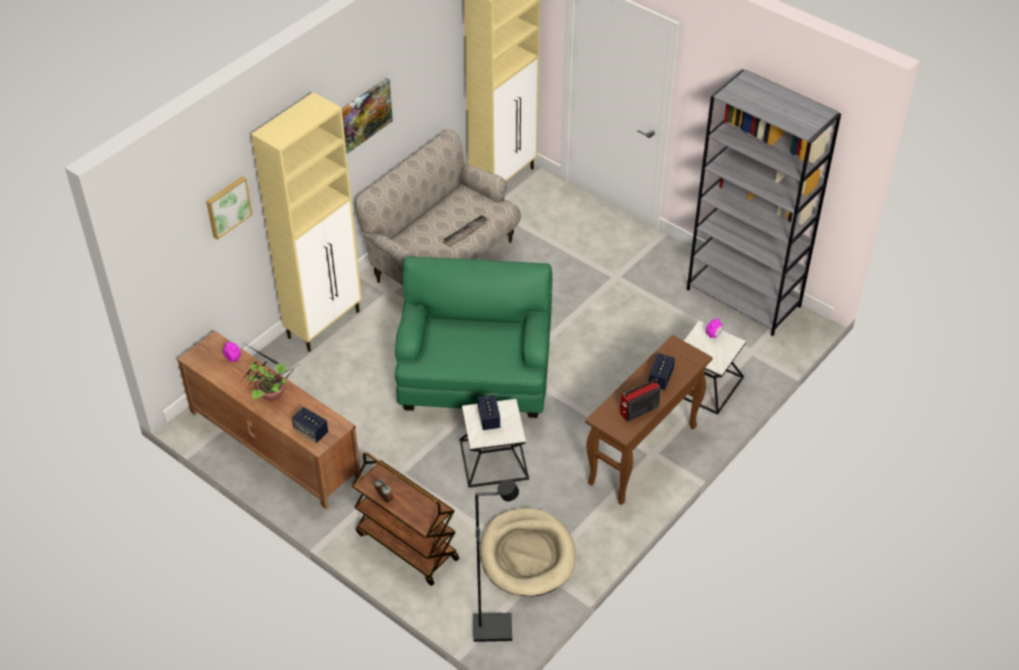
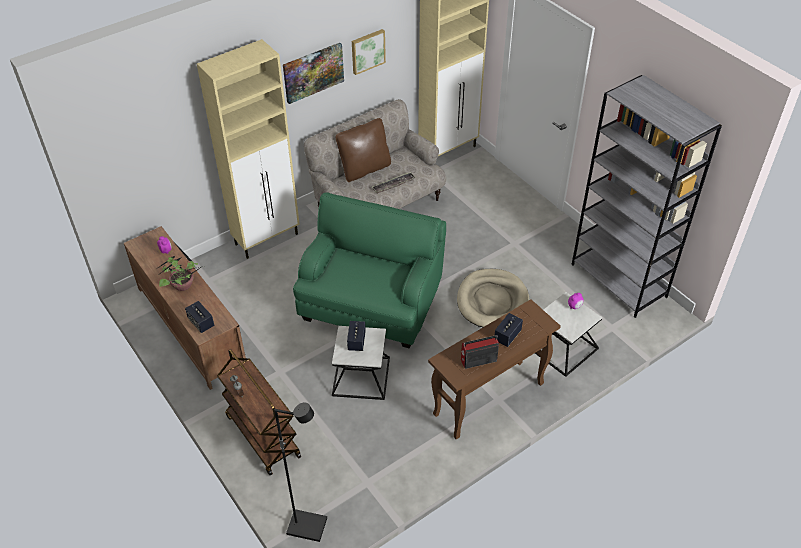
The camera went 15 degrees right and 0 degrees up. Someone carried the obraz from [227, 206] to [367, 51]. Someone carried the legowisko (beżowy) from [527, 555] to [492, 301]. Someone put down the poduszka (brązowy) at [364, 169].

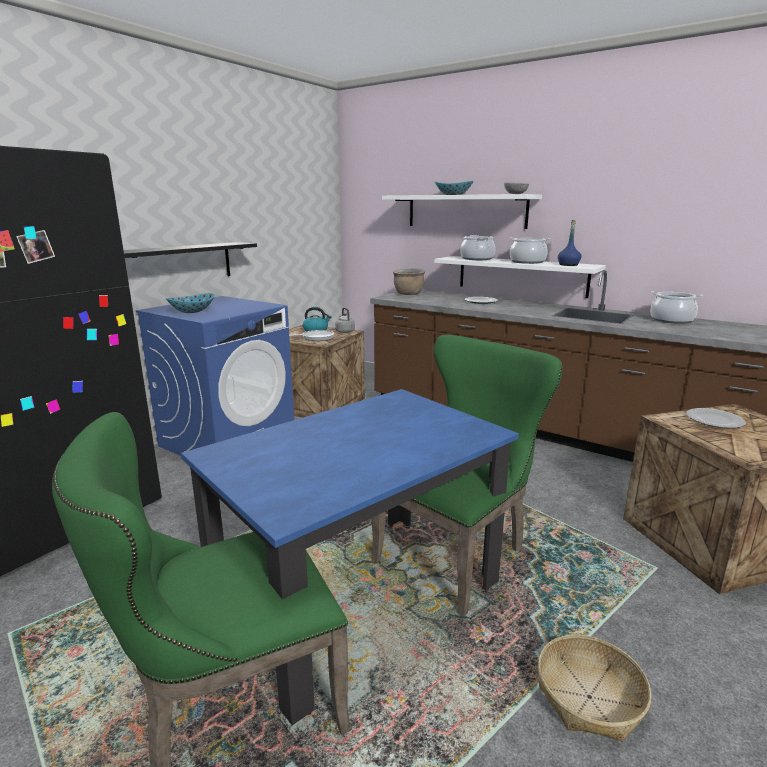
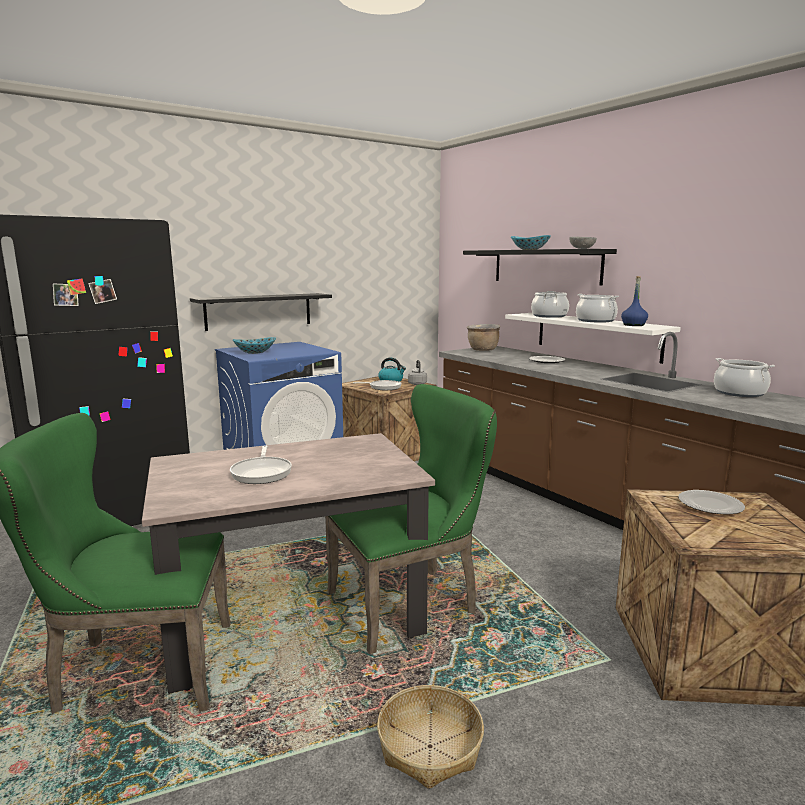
The camera went 20 degrees right and 5 degrees down. Someone repainted the stół jadalny (niebieski) at [359, 598], which became the stół jadalny (beżowy) at [293, 618]. Someone repainted the półka (biały) at [465, 211], which became the półka (czarny) at [545, 266]. Someone put down the patelnia at [262, 473].

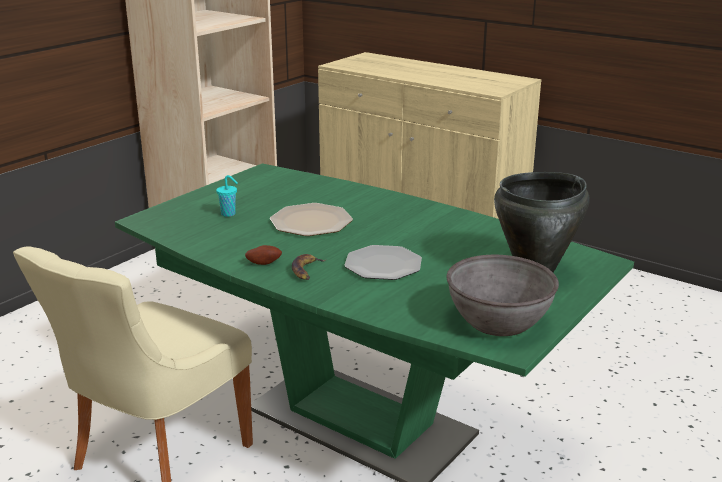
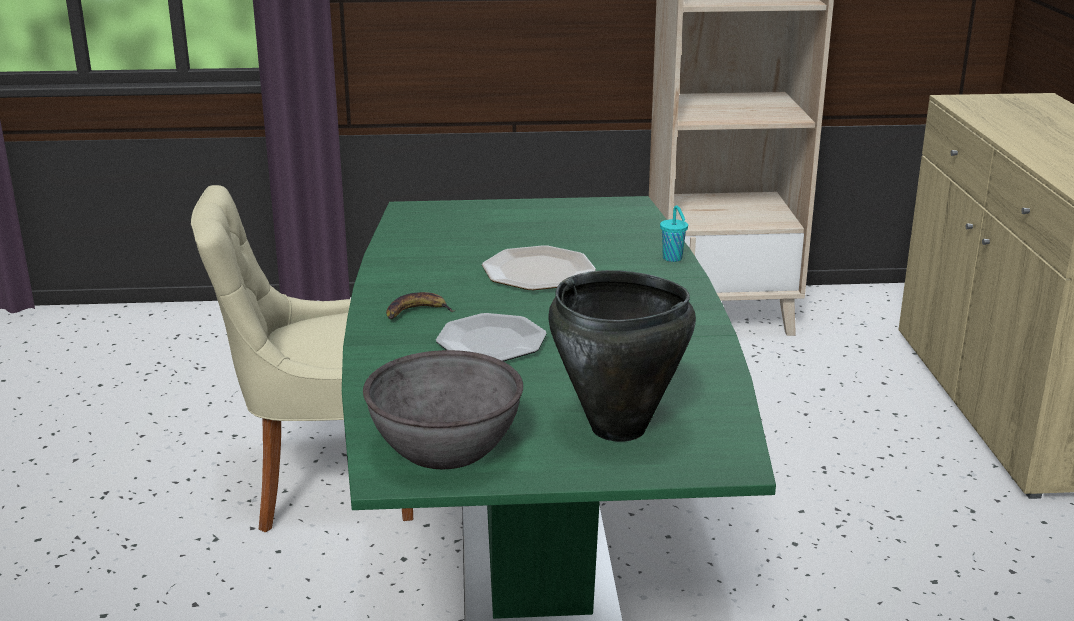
The camera went 50 degrees right and 0 degrees up. Someone carried the filiżanka (turkusowy) from [229, 214] to [673, 259]. Someone took away the ziemniak at [264, 263].

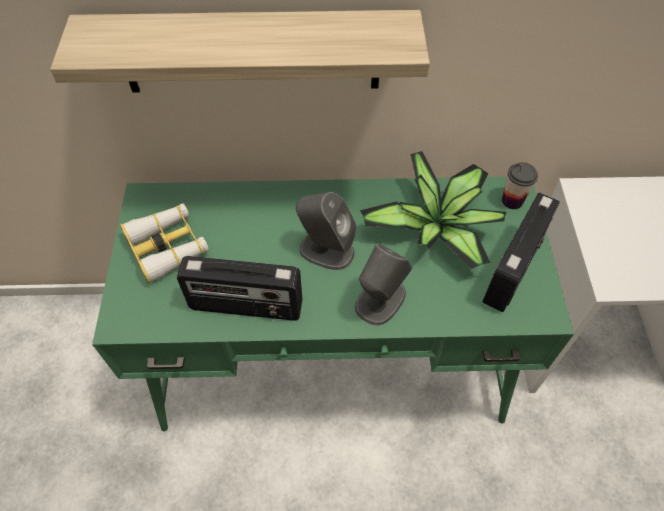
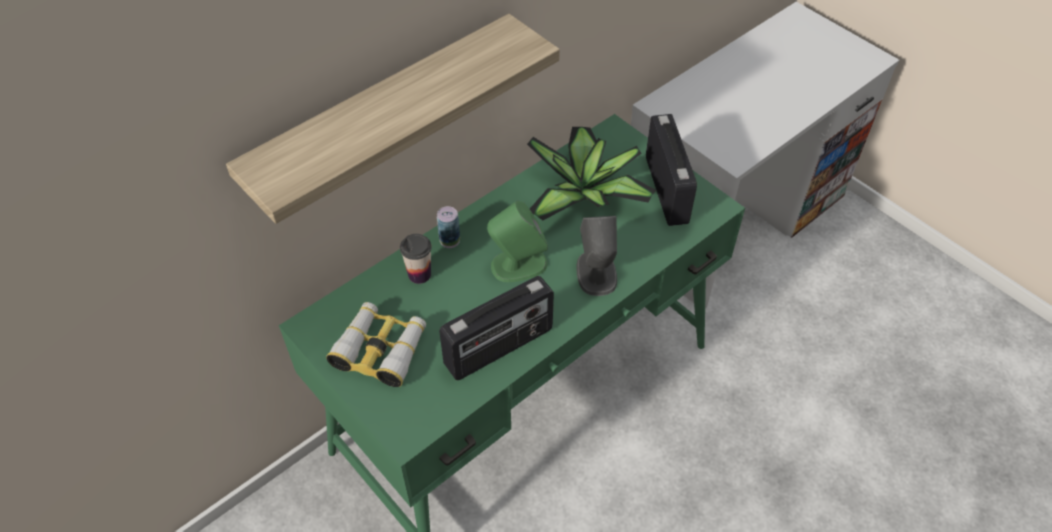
The camera went 40 degrees left and 5 degrees down. Someone repainted the głośnik (szary) at [326, 250], which became the głośnik (zielony) at [518, 265]. Someone carried the filiżanka from [512, 201] to [419, 274]. Someone put down the puszka at [449, 240].

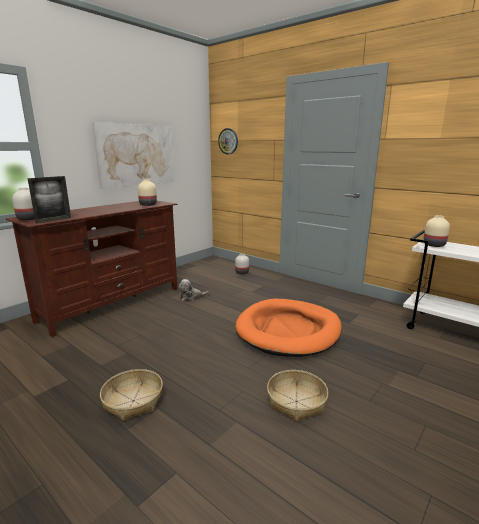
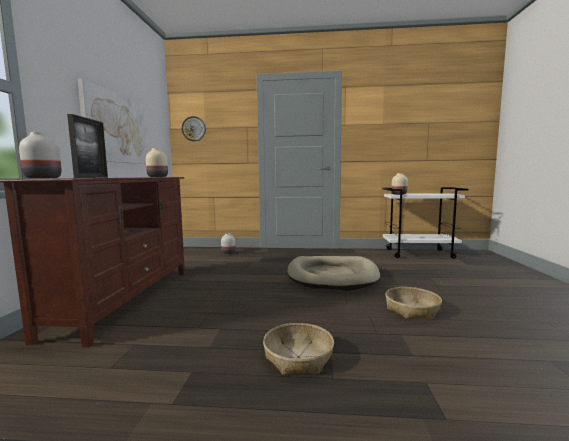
The camera went 35 degrees left and 10 degrees down. Someone took away the pluszak at [191, 297]. Someone repainted the legowisko (pomarańczowy) at [288, 330], which became the legowisko (beżowy) at [332, 276].

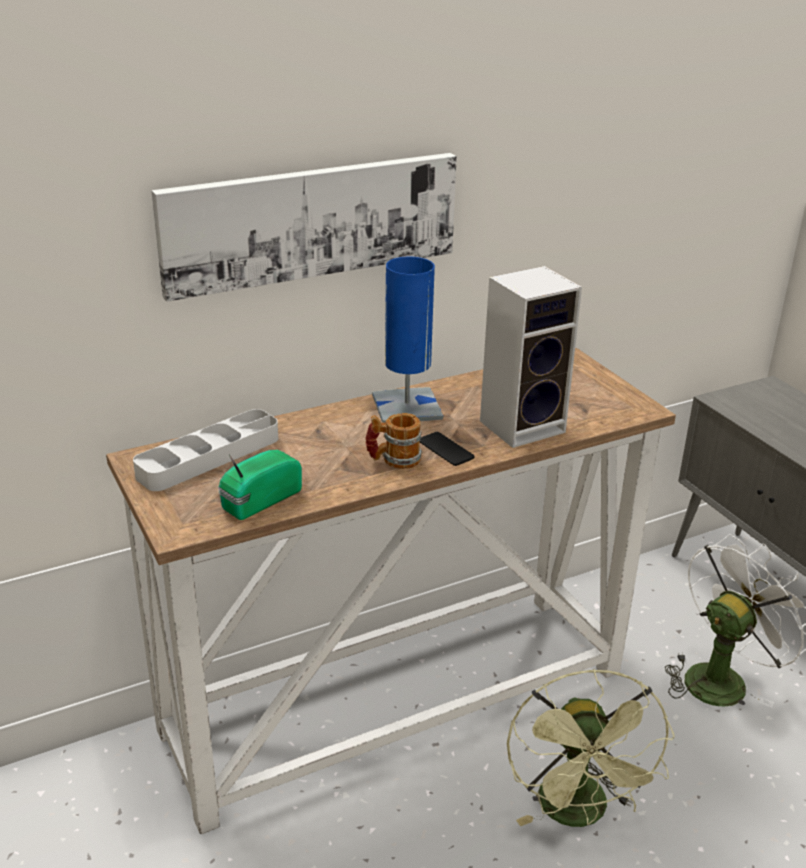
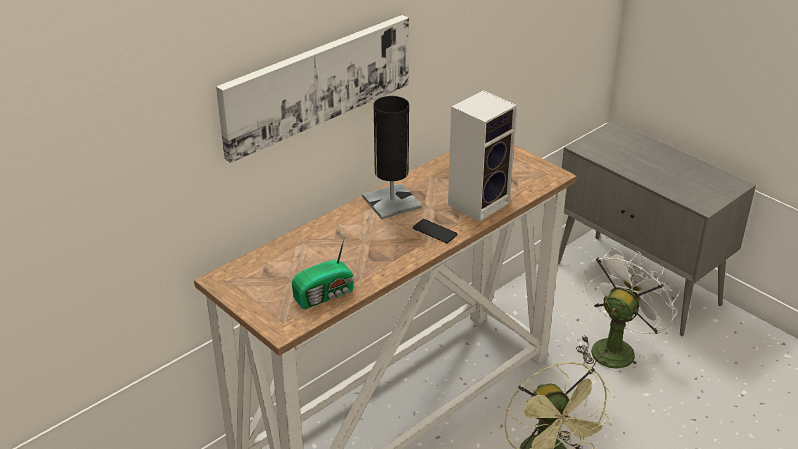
The camera went 15 degrees left and 5 degrees up. Someone took away the taca (szary) at [209, 457]. Someone rotated the radio at [258, 500] by 150 degrees counterclockwise. Someone took away the kubek at [393, 460]. Someone repainted the lampa stołowa (niebieski) at [406, 407], which became the lampa stołowa (czarny) at [391, 202].

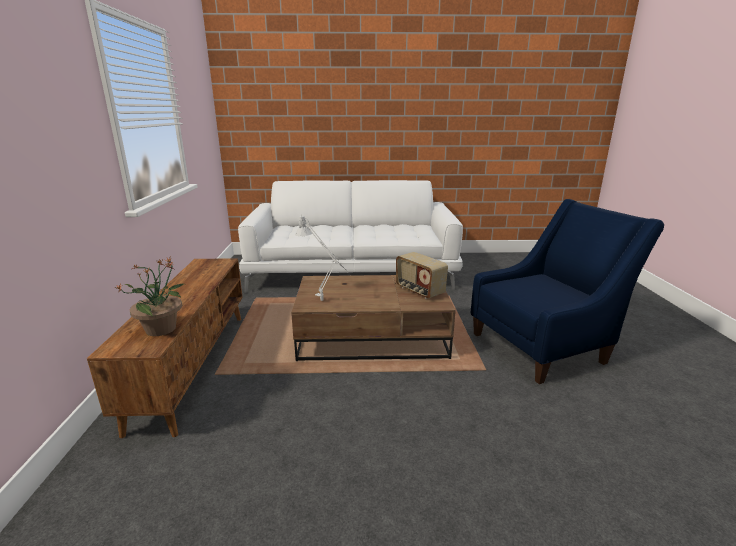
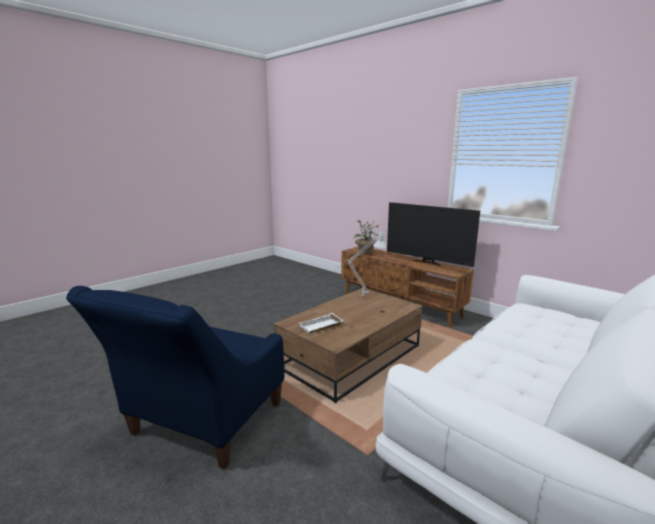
The camera went 135 degrees right and 5 degrees down. Someone swapped the radio at [419, 291] for the taca (biały) at [321, 327]. Someone put down the telewizor at [427, 262].

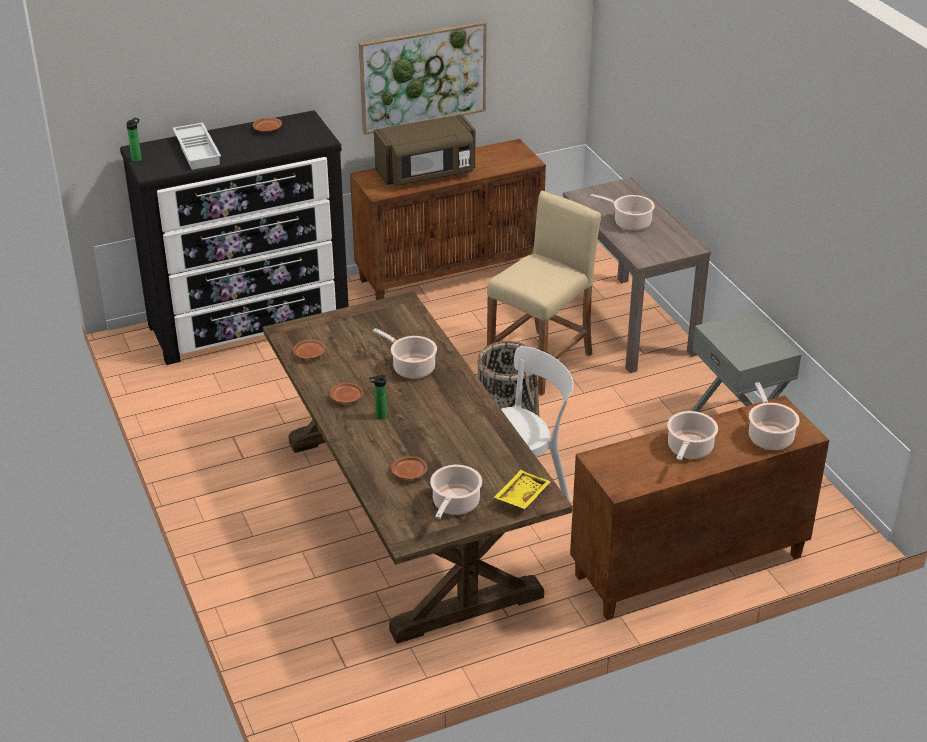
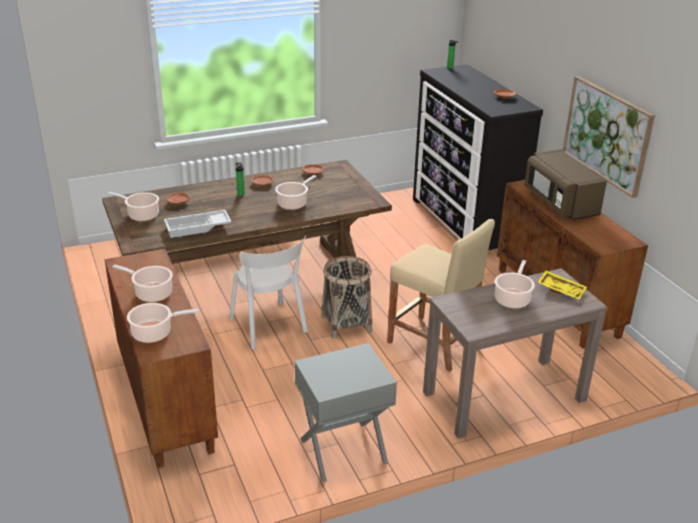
The camera went 90 degrees right and 5 degrees down. Someone carried the taca (biały) from [198, 151] to [197, 228]. Someone carried the taca (żółty) from [521, 495] to [561, 290].

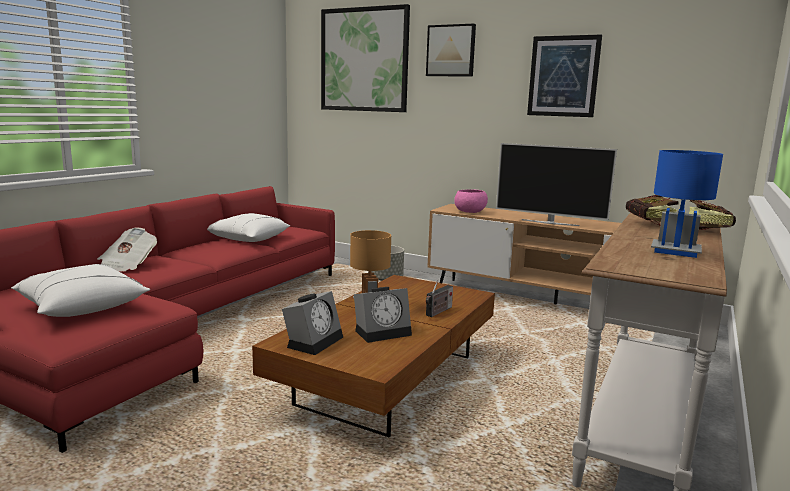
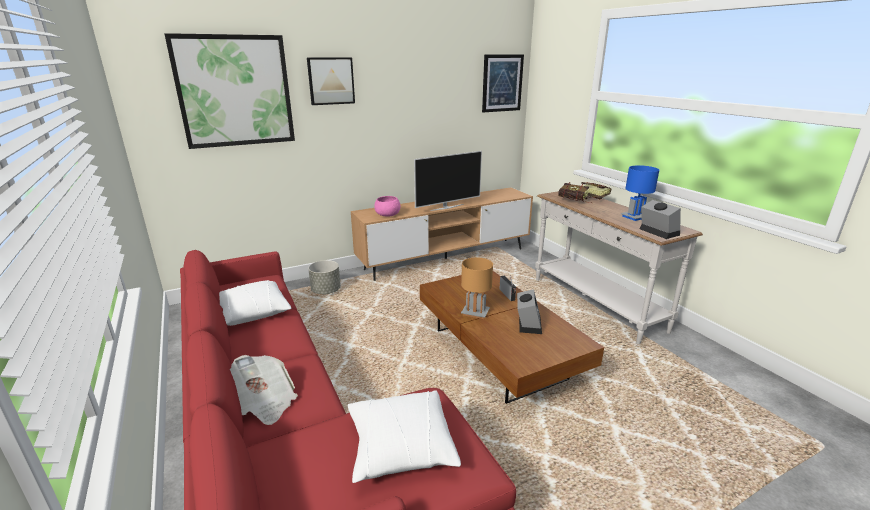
The camera went 55 degrees left and 10 degrees up. Someone carried the budzik from [314, 341] to [657, 232]. Someone carried the obraz from [563, 76] to [502, 83].

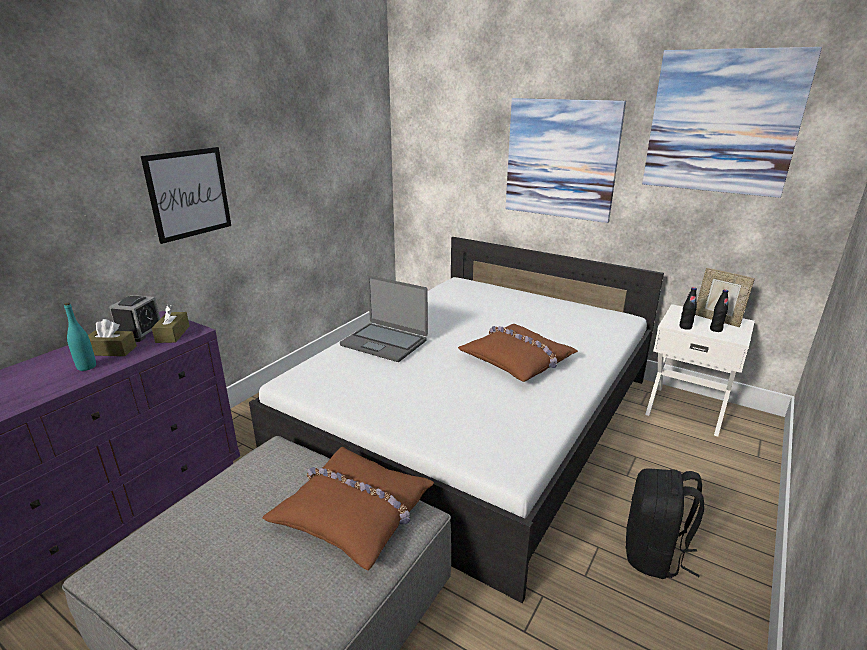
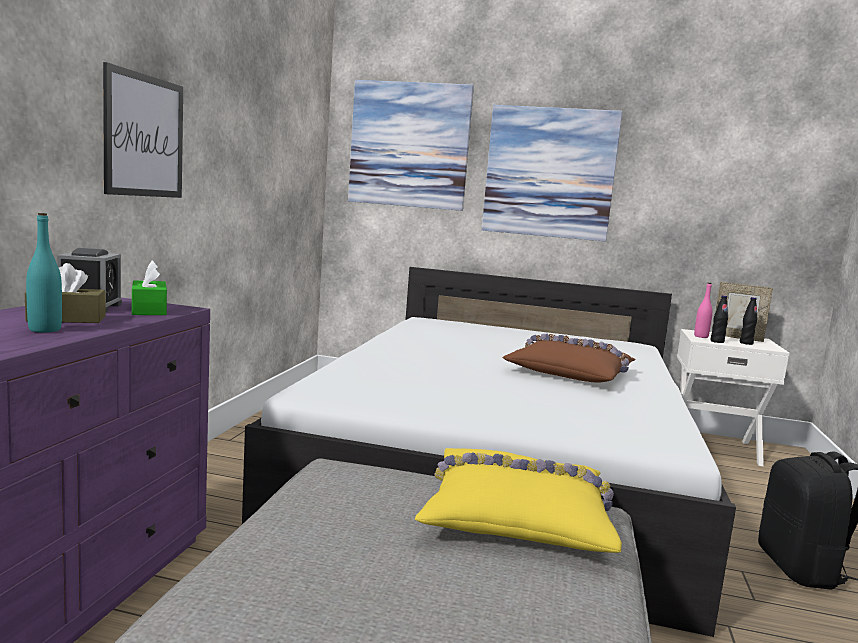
The camera went 20 degrees left and 15 degrees down. Someone repainted the pudełko chusteczek (brązowy) at [173, 334], which became the pudełko chusteczek (zielony) at [149, 310]. Someone repainted the poduszka (brązowy) at [354, 512], which became the poduszka (żółty) at [517, 515]. Someone took away the laptop at [384, 342]. Someone carried the obraz from [722, 123] to [409, 145]. Someone put down the butelka (różowy) at [701, 336].

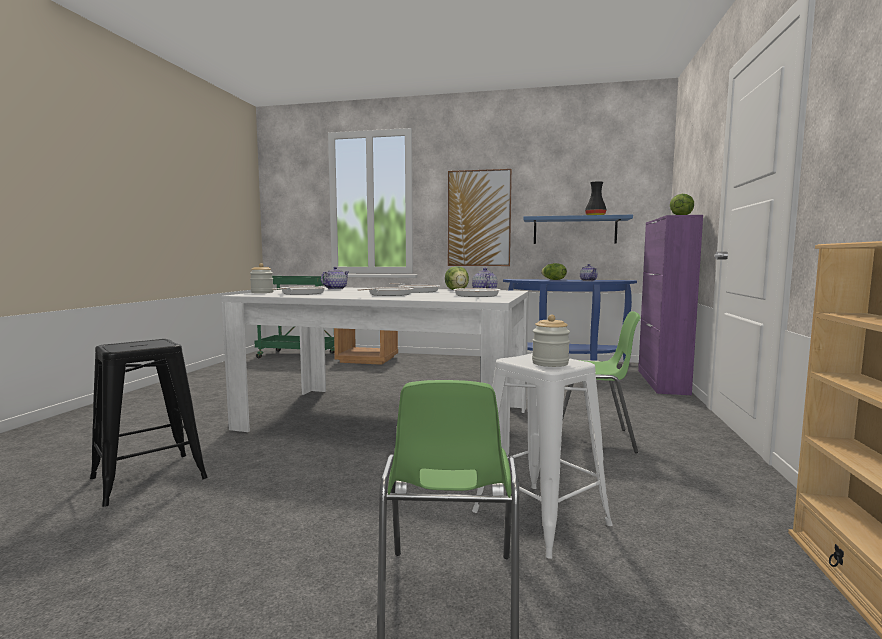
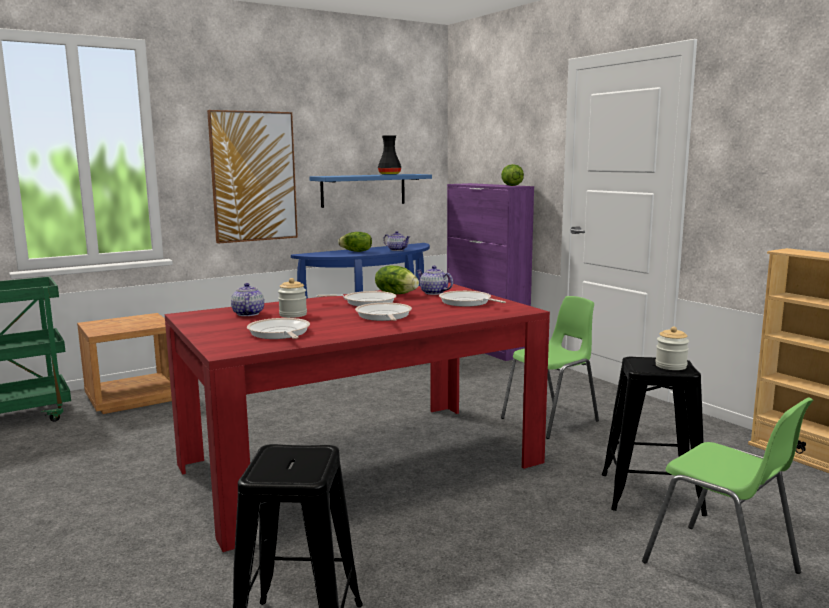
The camera went 45 degrees left and 5 degrees up. Someone repainted the stół jadalny (biały) at [387, 418], which became the stół jadalny (czerwony) at [360, 464]. Someone carried the słoik from [262, 292] to [293, 315]. Someone repainted the stołek (biały) at [540, 518], which became the stołek (czarny) at [651, 494].

